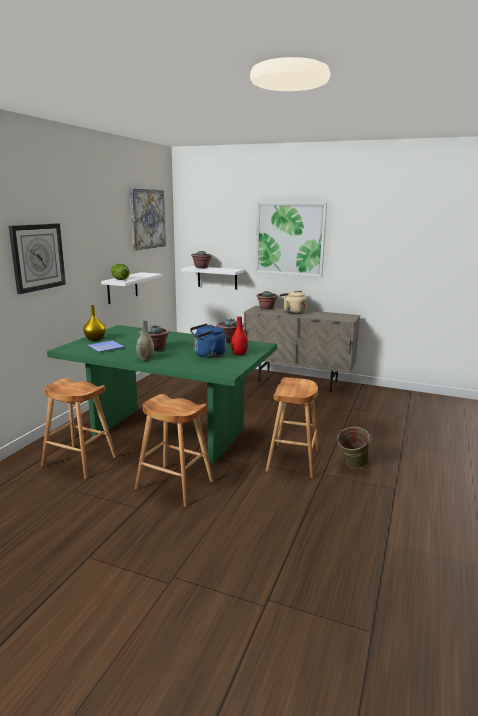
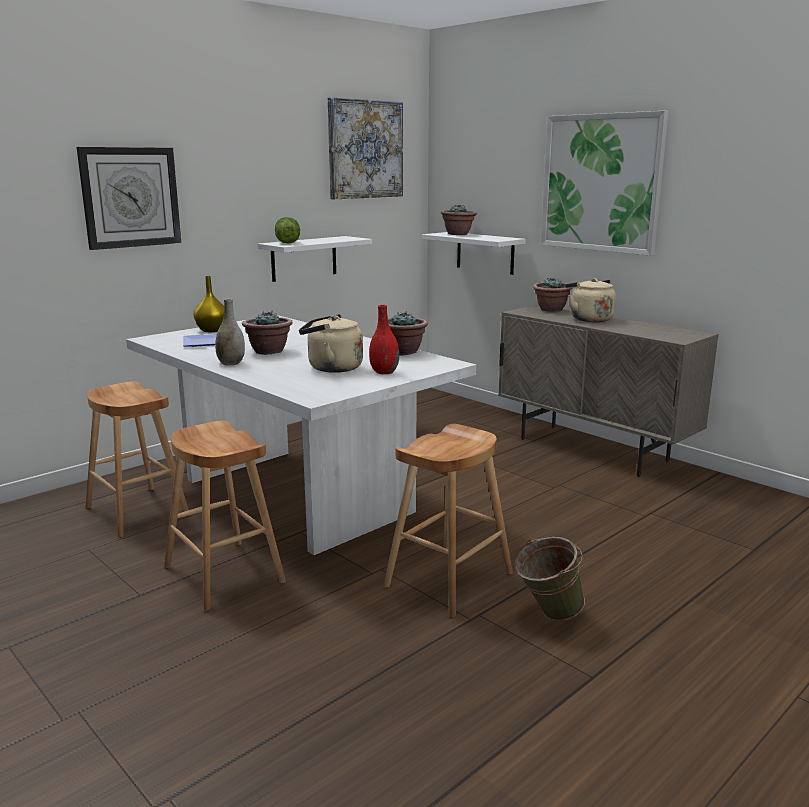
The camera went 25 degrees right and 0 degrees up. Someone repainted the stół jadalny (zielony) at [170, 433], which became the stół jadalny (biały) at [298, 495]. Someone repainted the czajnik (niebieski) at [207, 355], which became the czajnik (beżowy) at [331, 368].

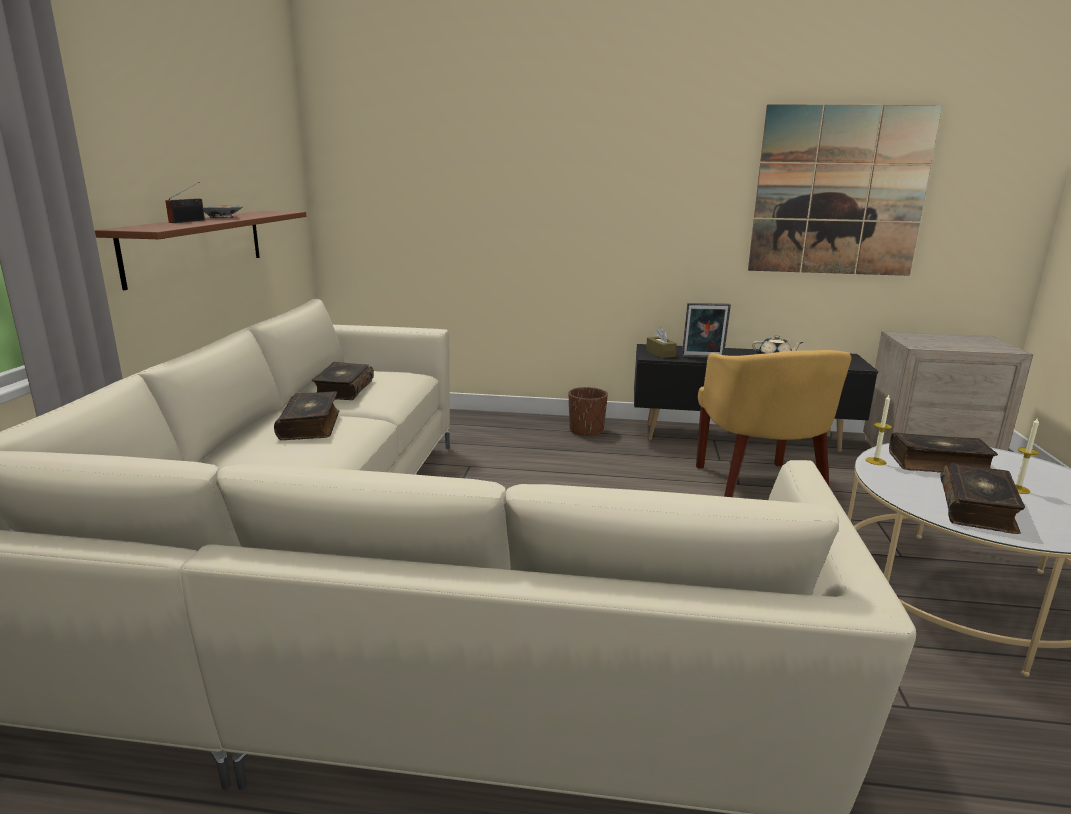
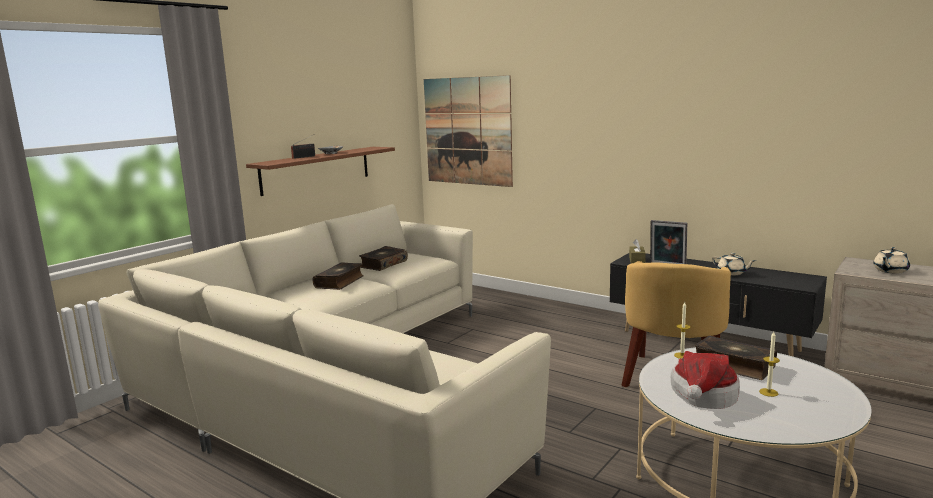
The camera went 30 degrees right and 5 degrees down. Someone took away the donica (brązowy) at [586, 431]. Someone carried the obraz from [839, 192] to [467, 131]. Someone swapped the książka at [978, 509] for the kapelusz at [702, 397]. Someone put down the imbryk (beżowy) at [890, 271].

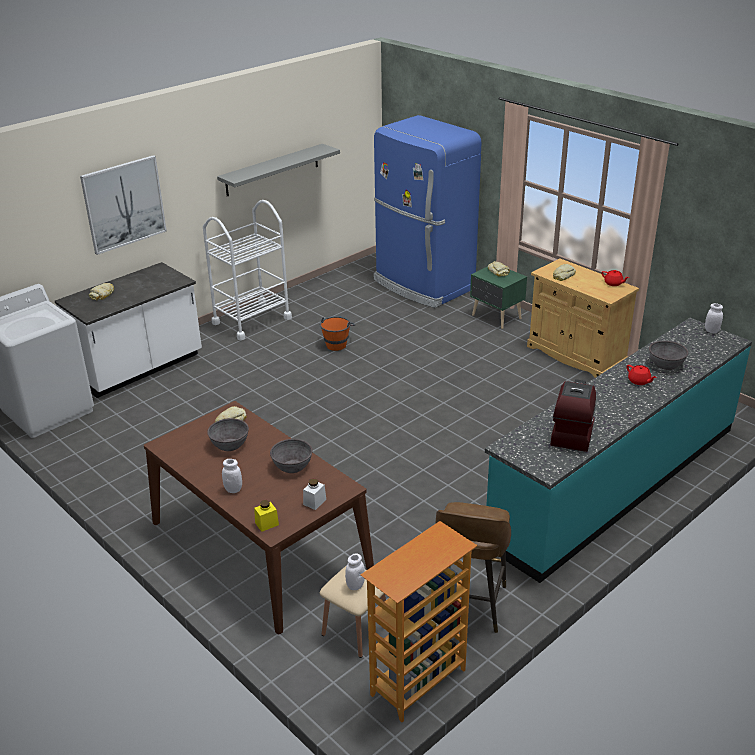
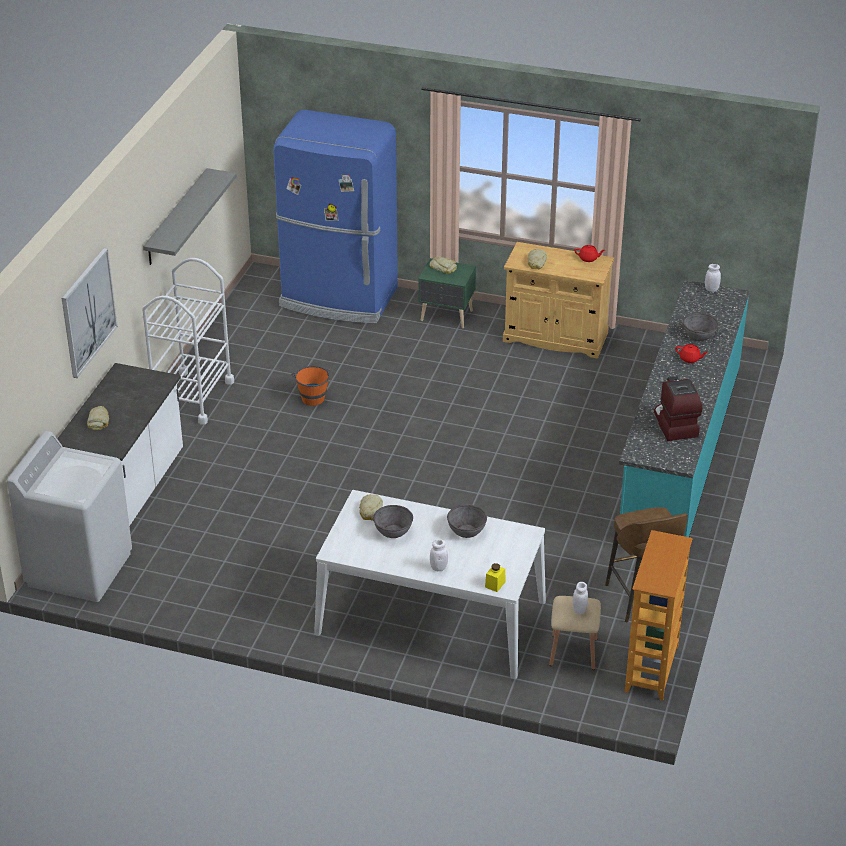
The camera went 30 degrees left and 5 degrees up. Someone repainted the stół jadalny (brązowy) at [259, 545], which became the stół jadalny (biały) at [431, 617]. Someone took away the słoik (biały) at [314, 502].

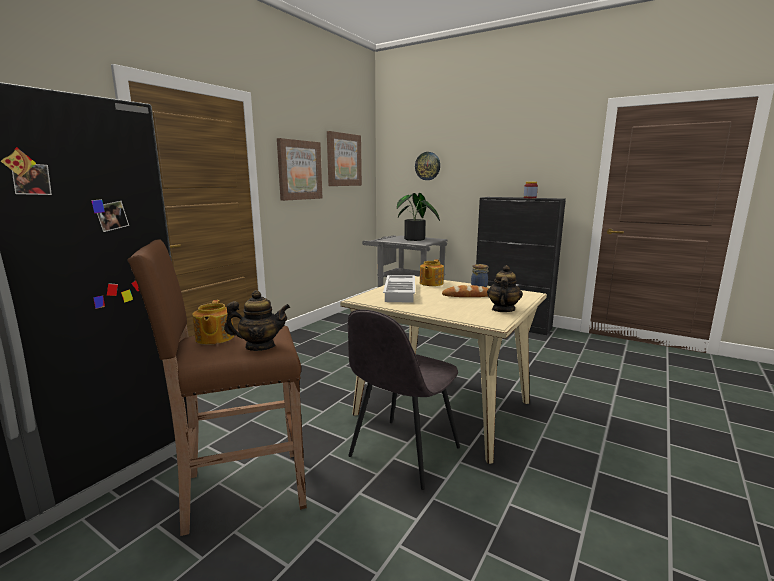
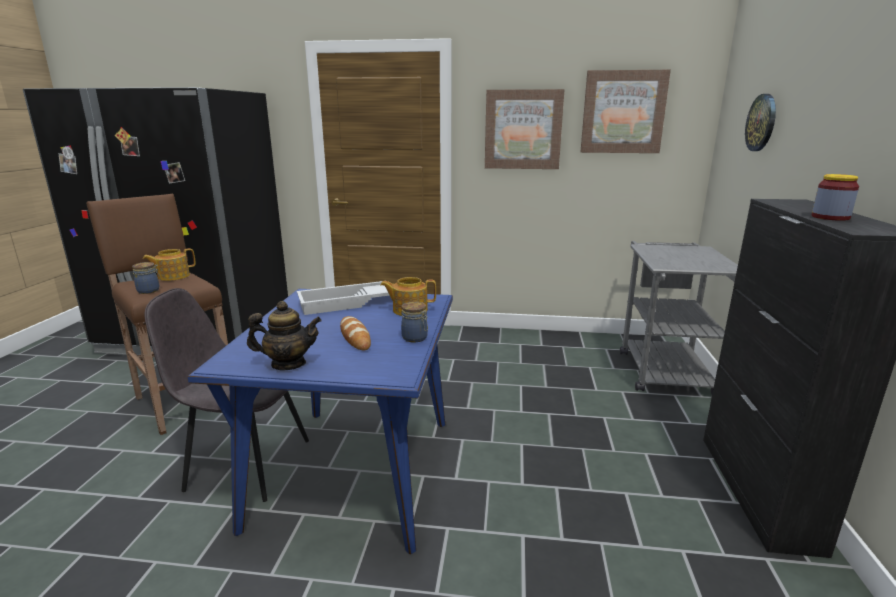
The camera went 65 degrees right and 5 degrees up. Someone swapped the imbryk at [260, 346] for the słoik at [149, 291]. Someone repainted the stół jadalny (beżowy) at [442, 408], which became the stół jadalny (niebieski) at [355, 470]. Someone took away the roślina doniczkowa at [415, 240].

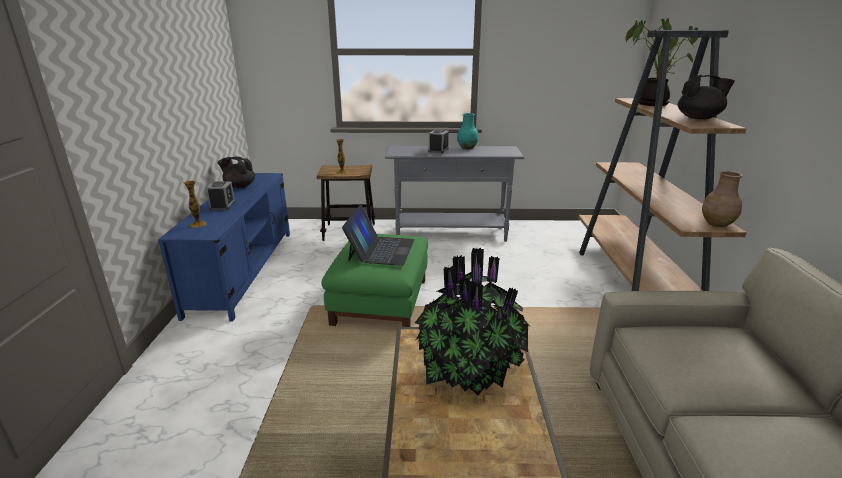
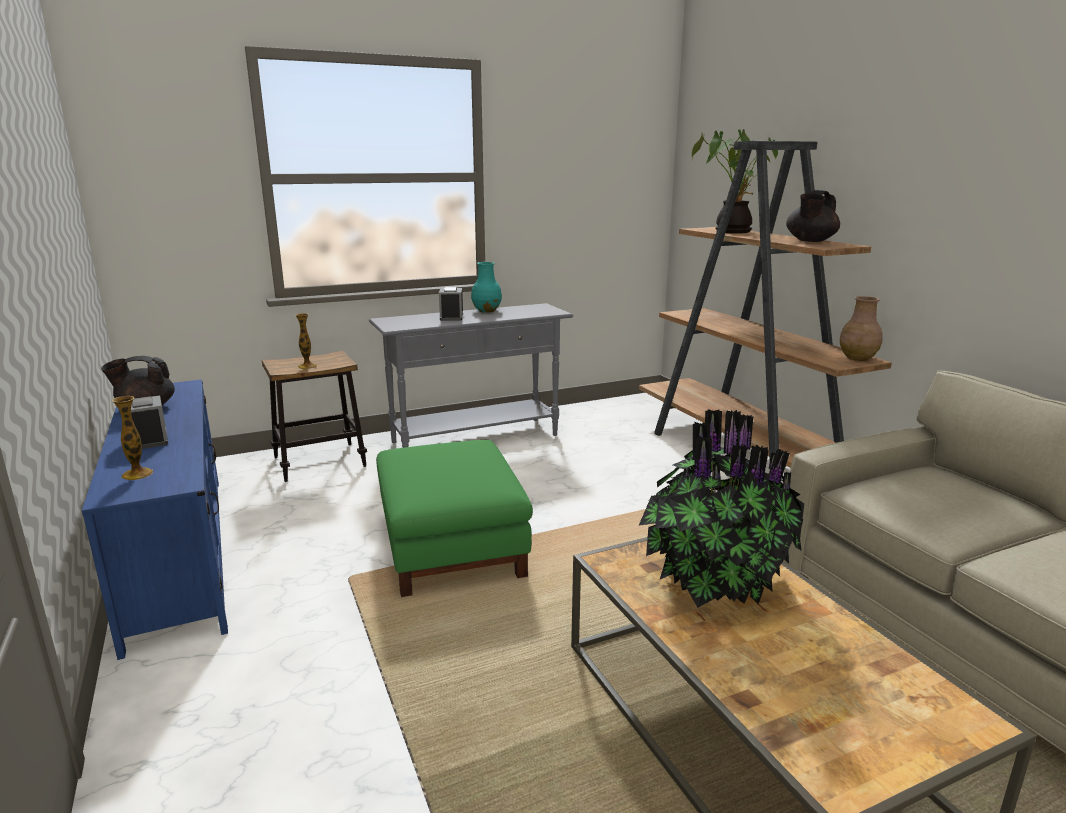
The camera went 25 degrees left and 5 degrees down. Someone took away the laptop at [381, 250]. Someone rotated the imbryk (czarny) at [699, 118] by 150 degrees clockwise.

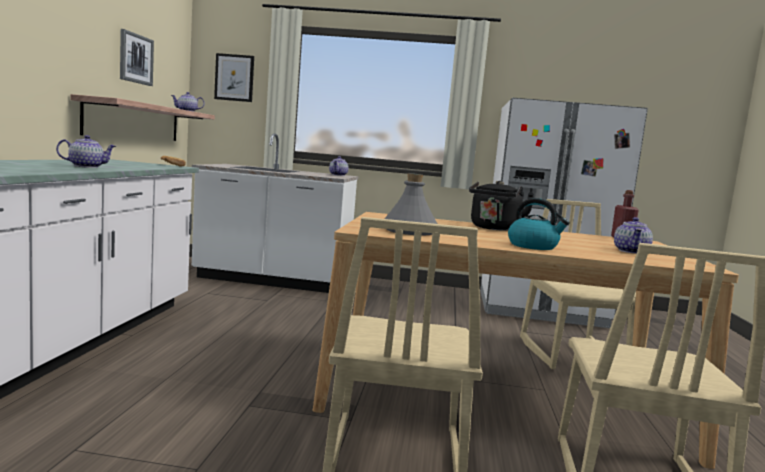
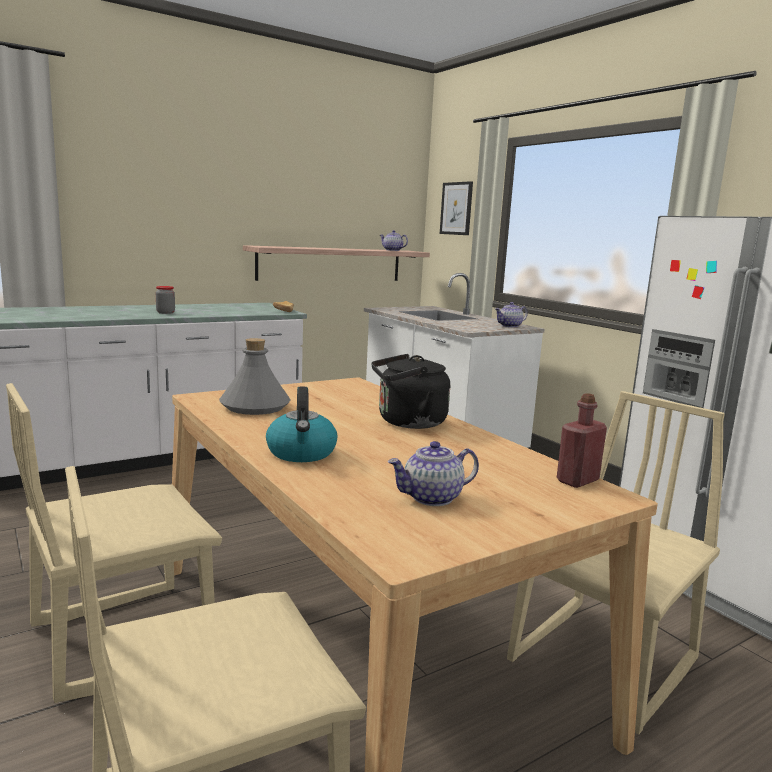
The camera went 50 degrees right and 5 degrees up. Someone swapped the imbryk at [87, 166] for the słoik at [165, 312]. Someone took away the obraz at [135, 58].

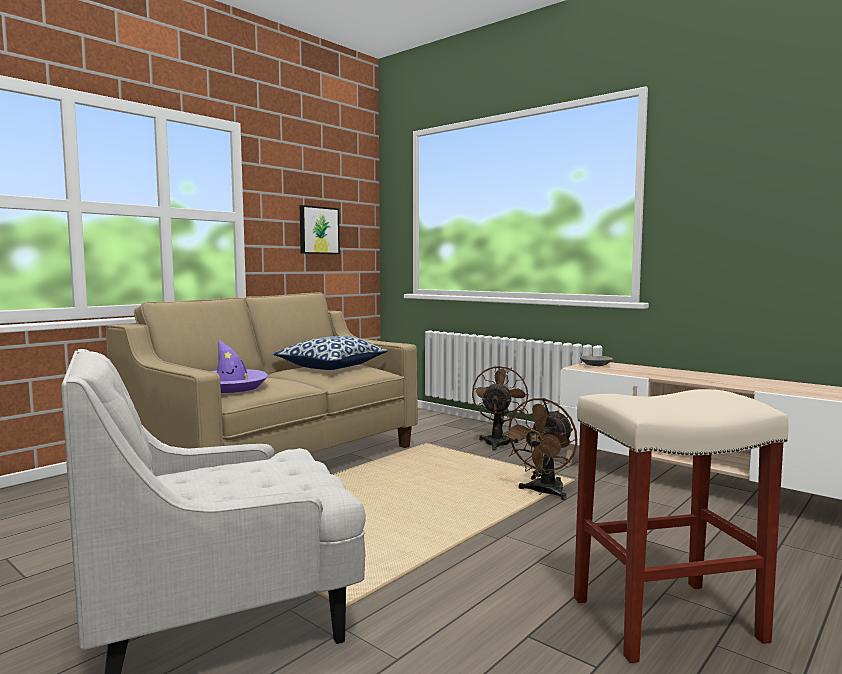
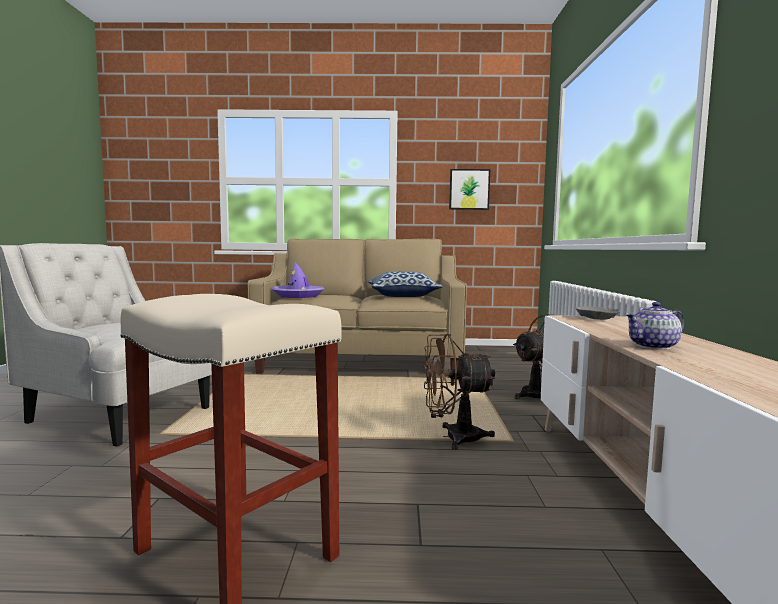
The camera went 50 degrees right and 0 degrees up. Someone put down the imbryk at [654, 346].

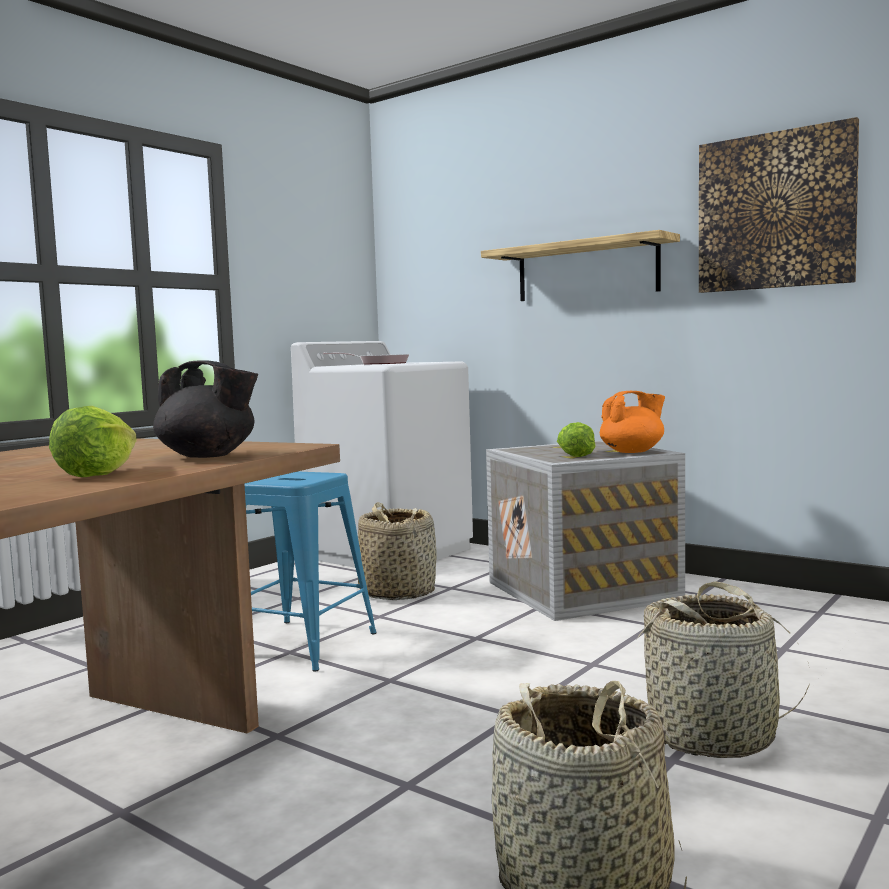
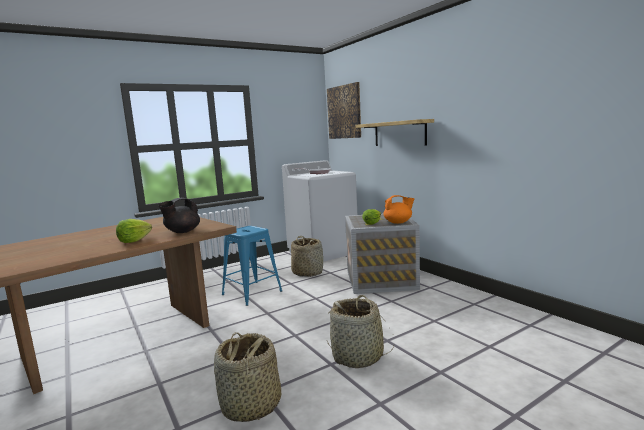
The camera went 20 degrees right and 5 degrees up. Someone rotated the imbryk (czarny) at [208, 456] by 90 degrees clockwise. Someone carried the obraz from [775, 211] to [344, 112].

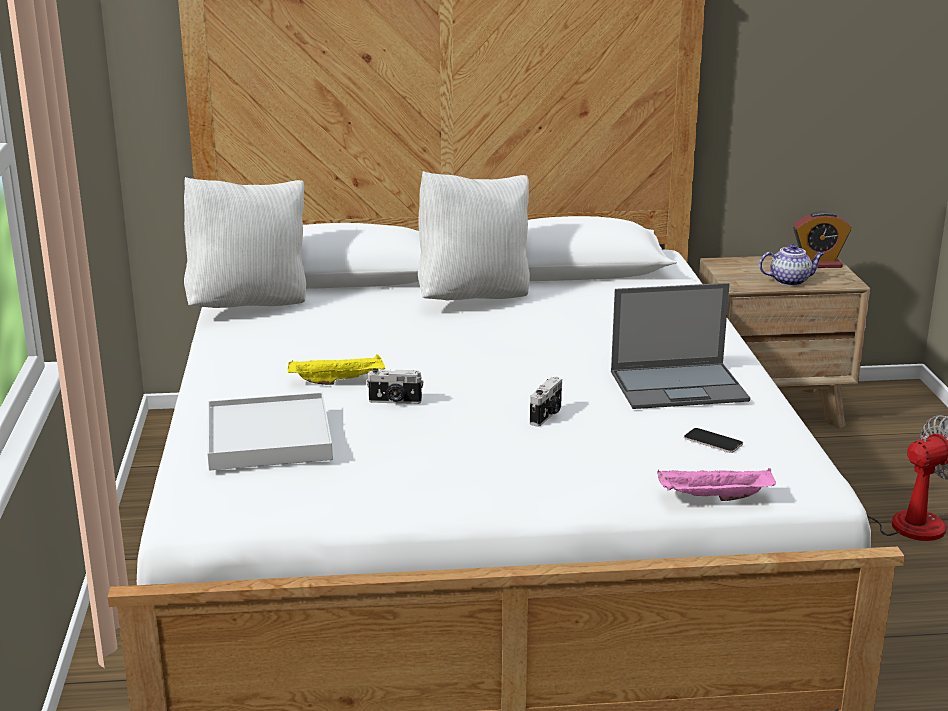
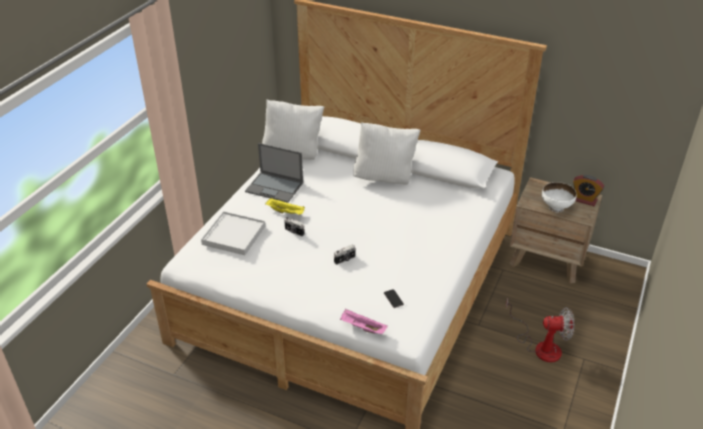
The camera went 30 degrees right and 15 degrees up. Someone carried the laptop from [680, 386] to [275, 187]. Someone swapped the imbryk at [790, 281] for the miska (biały) at [556, 207].

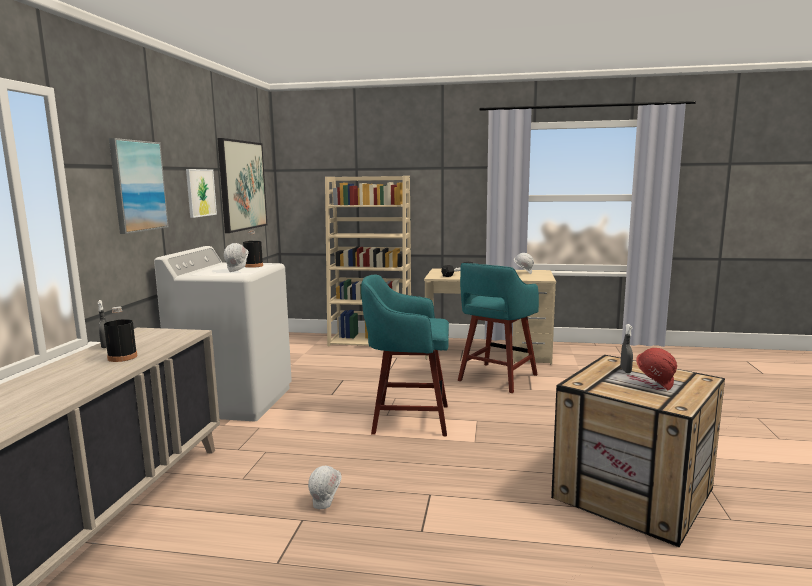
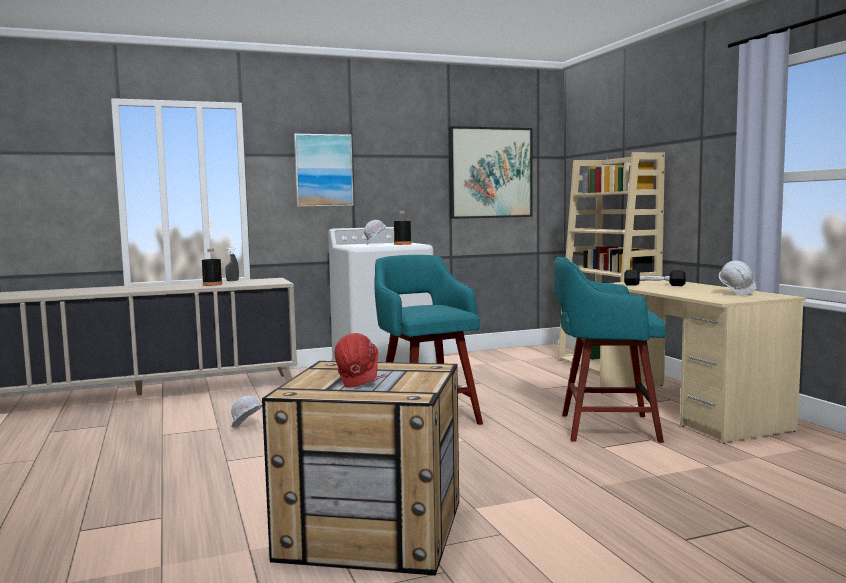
The camera went 60 degrees right and 5 degrees down. Someone took away the obraz at [200, 192]. Someone took away the spryskiwacz (szary) at [625, 371].

